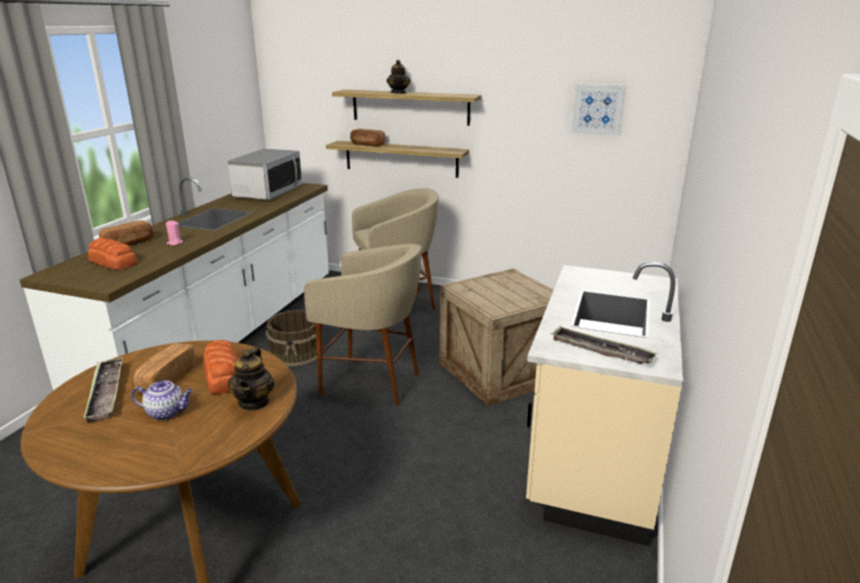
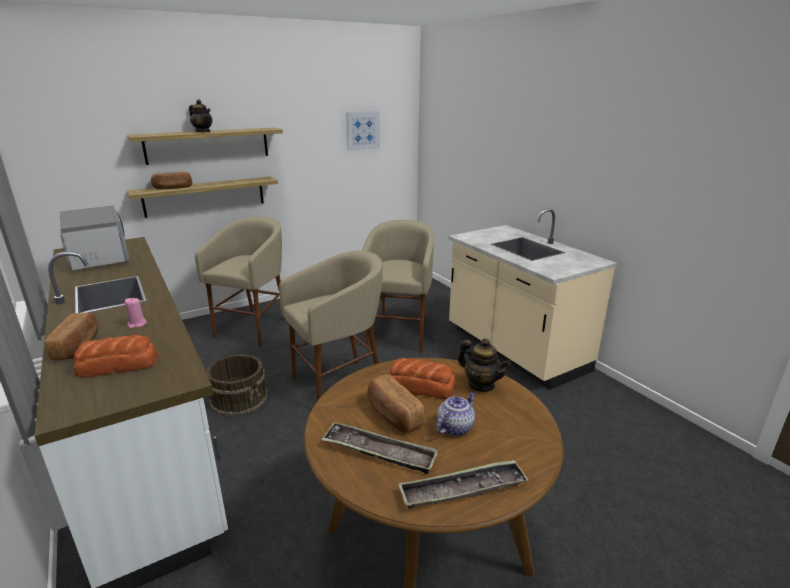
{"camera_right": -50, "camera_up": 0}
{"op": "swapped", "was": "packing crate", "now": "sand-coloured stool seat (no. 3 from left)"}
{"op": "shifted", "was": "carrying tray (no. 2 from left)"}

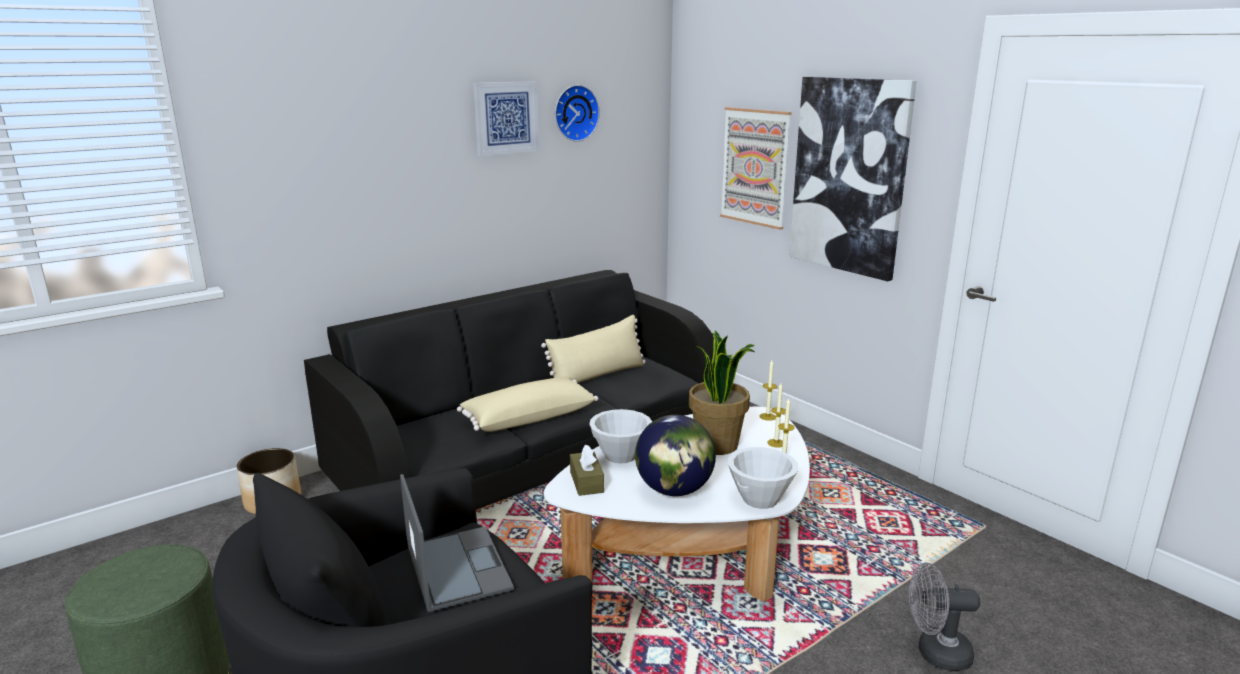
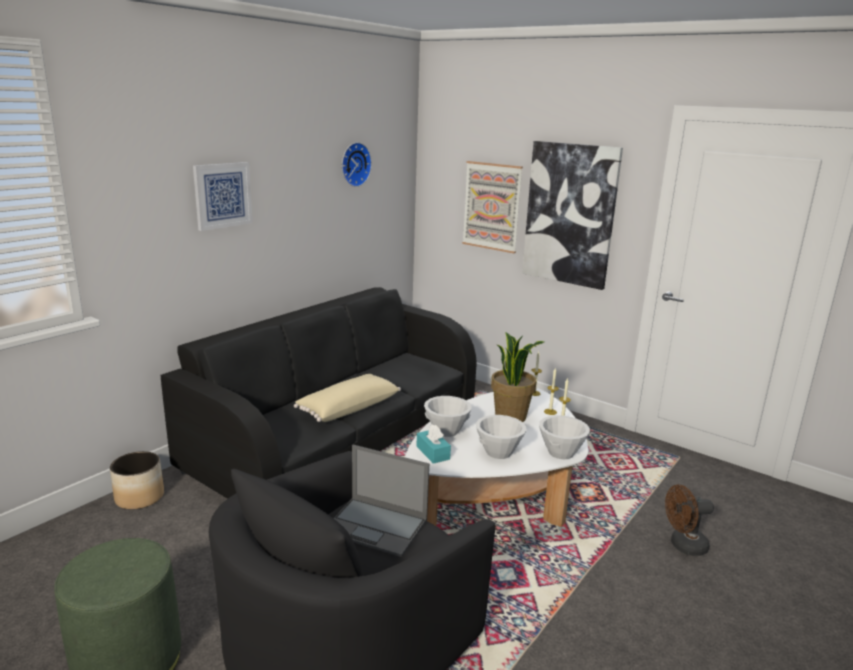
{"camera_right": -15, "camera_up": 0}
{"op": "shifted", "was": "wall art (no. 1 from left)"}
{"op": "rotated", "was": "laptop", "clockwise": 150}
{"op": "repainted", "was": "brown-coloured tissue holder", "now": "turquoise tissue holder"}
{"op": "swapped", "was": "globe", "now": "white bowl (no. 2 from left)"}
{"op": "repainted", "was": "grey electric fan", "now": "brown-coloured electric fan"}
{"op": "gone", "was": "sand-coloured pillow (no. 2 from left)"}

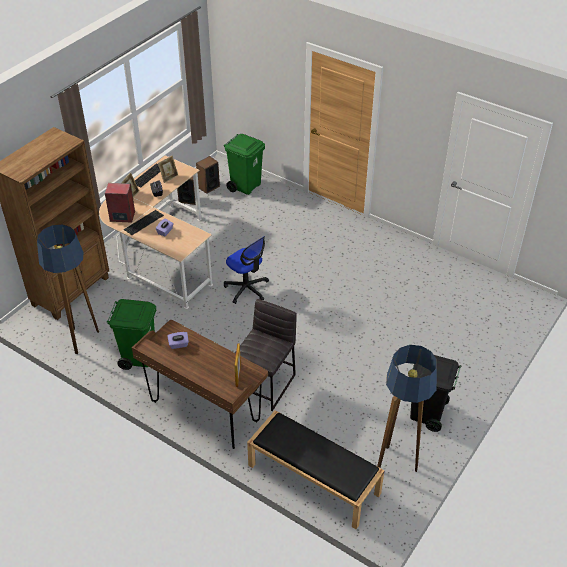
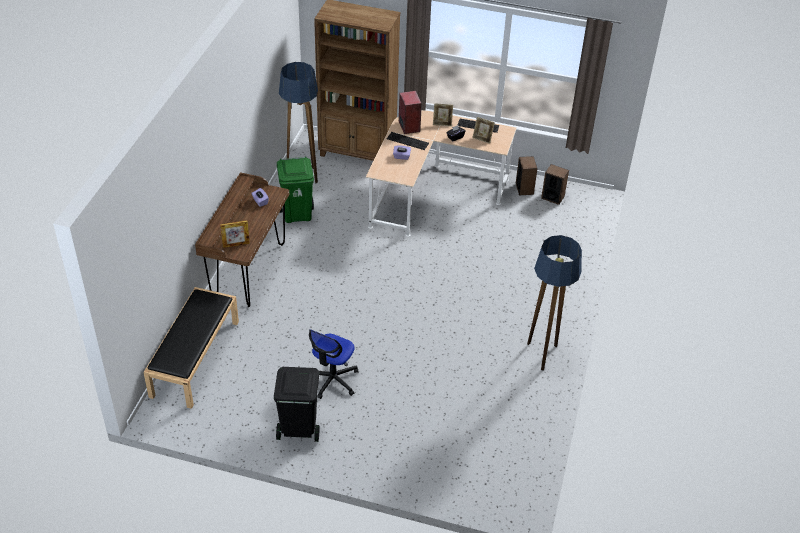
{"camera_right": 70, "camera_up": 0}
{"op": "shifted", "was": "office chair"}
{"op": "shifted", "was": "floor lamp (no. 2 from left)"}
{"op": "gone", "was": "green-coloured trash can (no. 2 from left)"}
{"op": "gone", "was": "grey stool seat"}

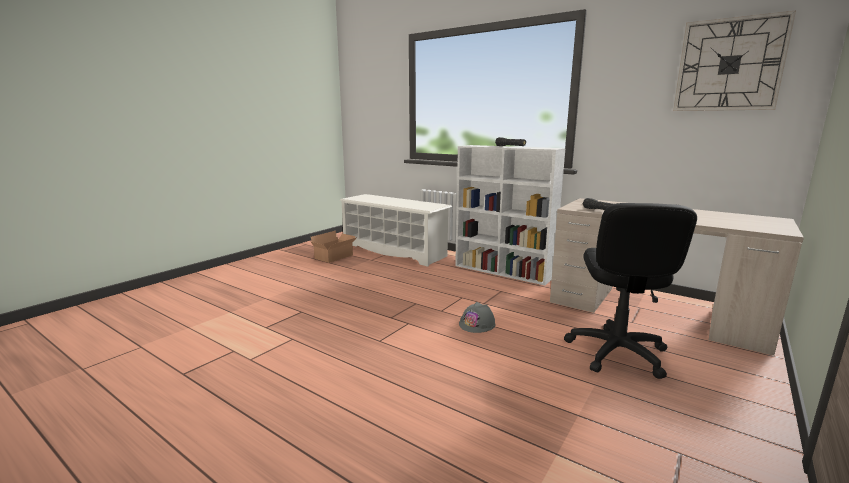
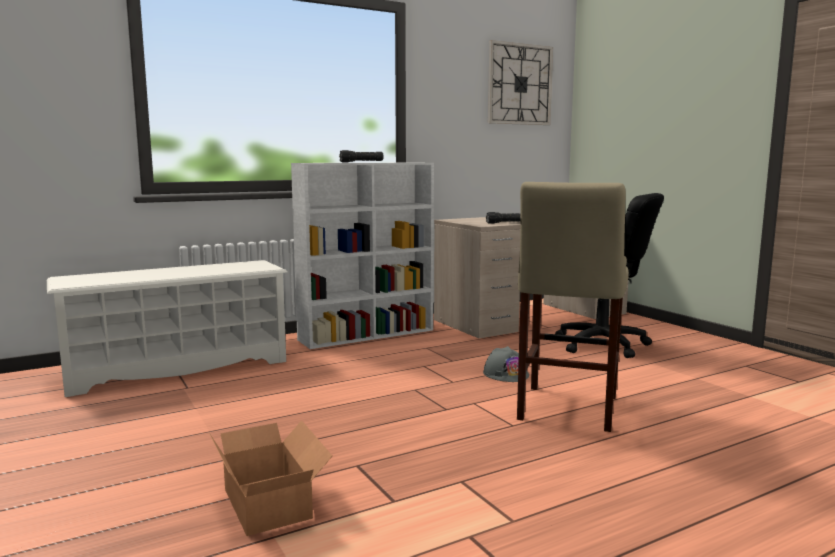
{"camera_right": -65, "camera_up": -5}
{"op": "shifted", "was": "cardboard box"}
{"op": "new", "now": "sand-coloured stool seat"}

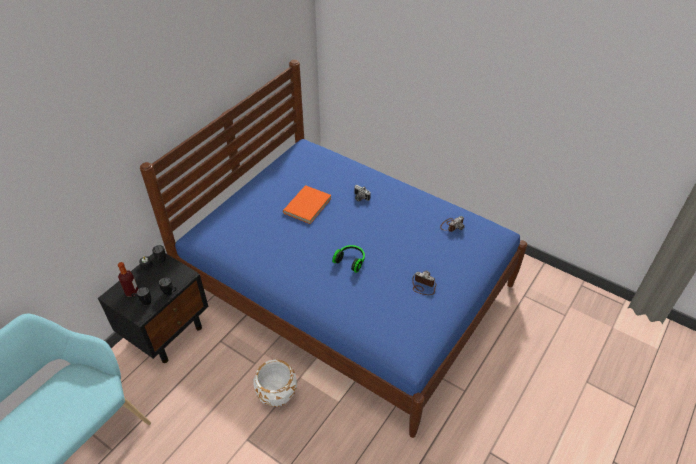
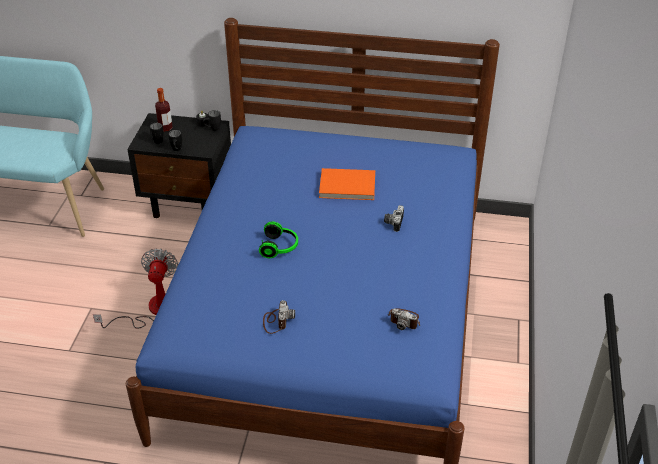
{"camera_right": 65, "camera_up": -5}
{"op": "swapped", "was": "white plant pot", "now": "electric fan"}

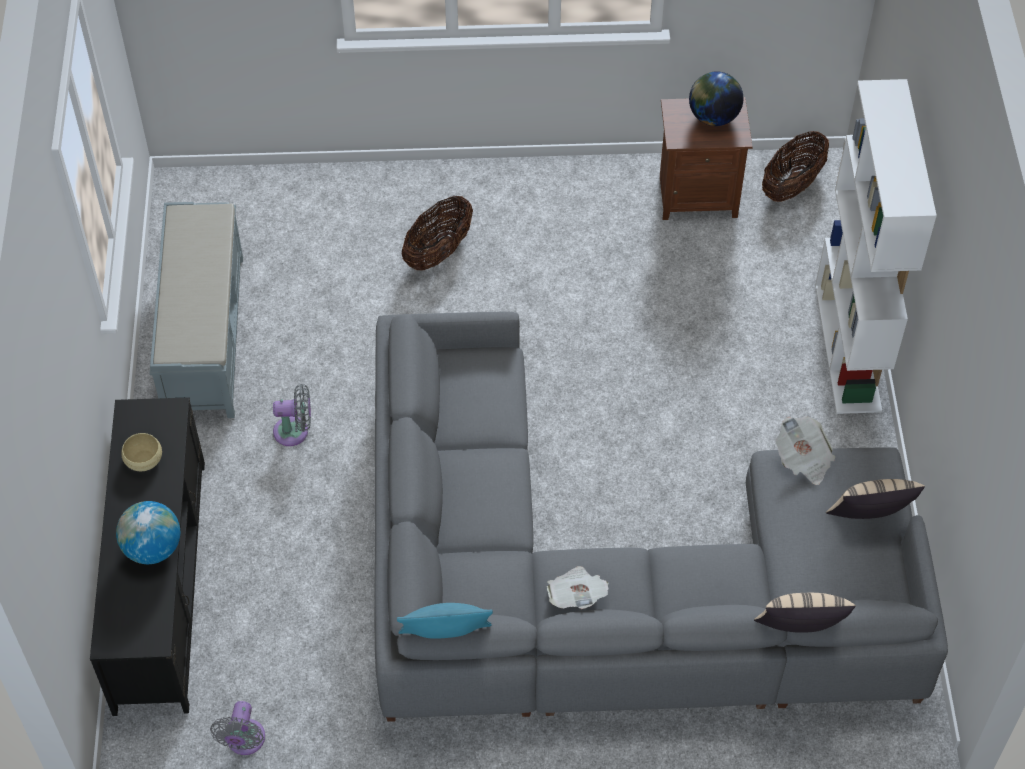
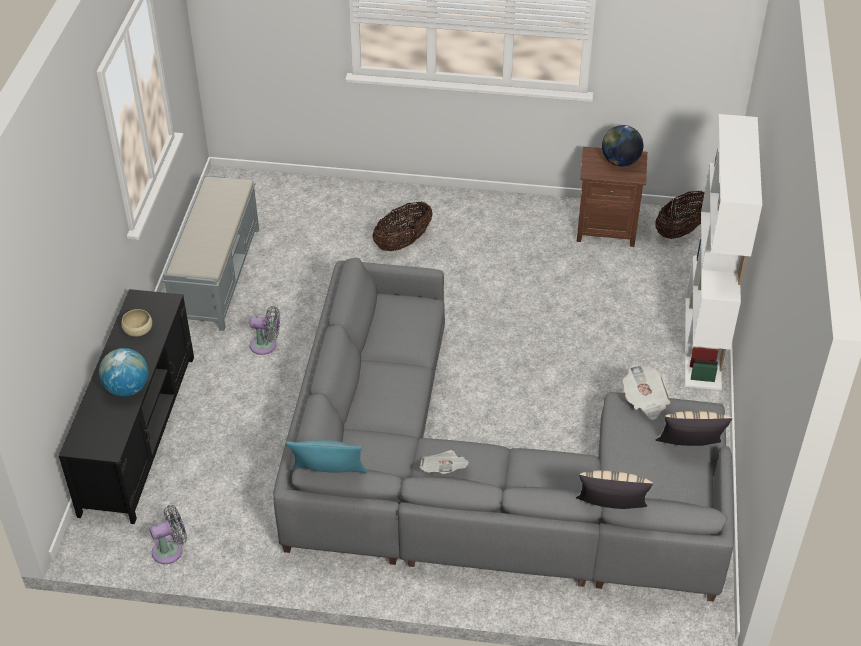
{"camera_right": 10, "camera_up": -10}
{"op": "rotated", "was": "grey electric fan (no. 1 from left)", "clockwise": -135}

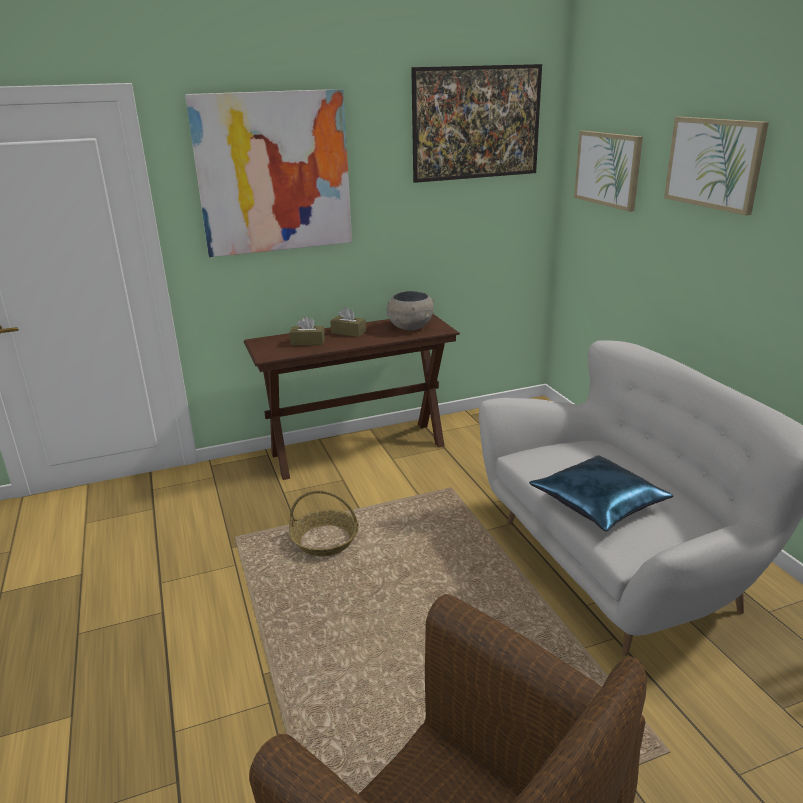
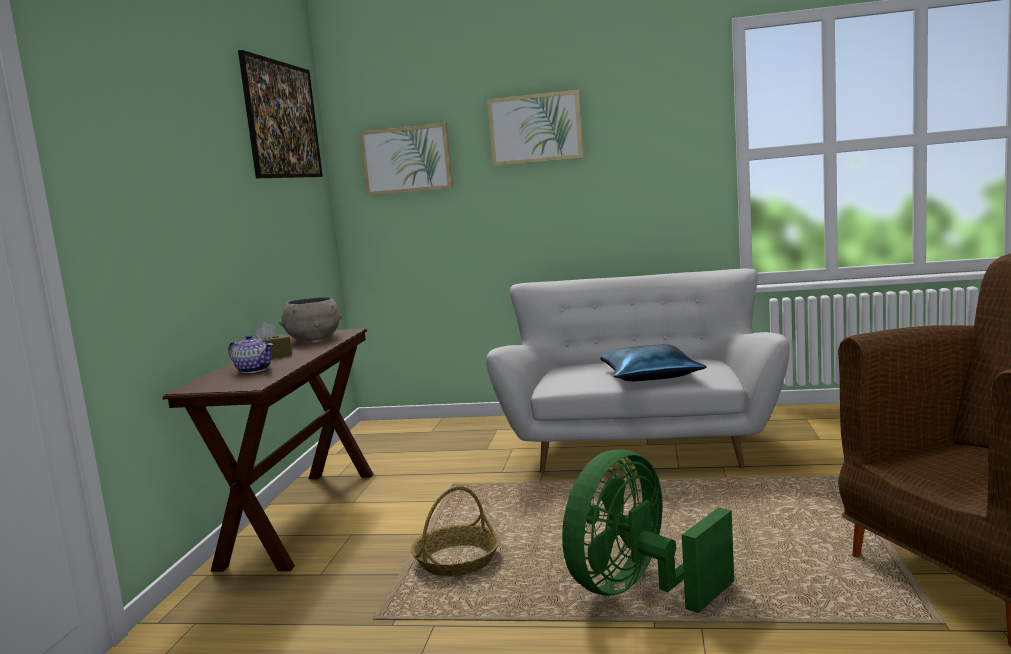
{"camera_right": -60, "camera_up": -15}
{"op": "swapped", "was": "brown-coloured tissue holder (no. 1 from left)", "now": "pot for tea"}
{"op": "new", "now": "green-coloured electric fan"}
{"op": "gone", "was": "wall art (no. 1 from left)"}

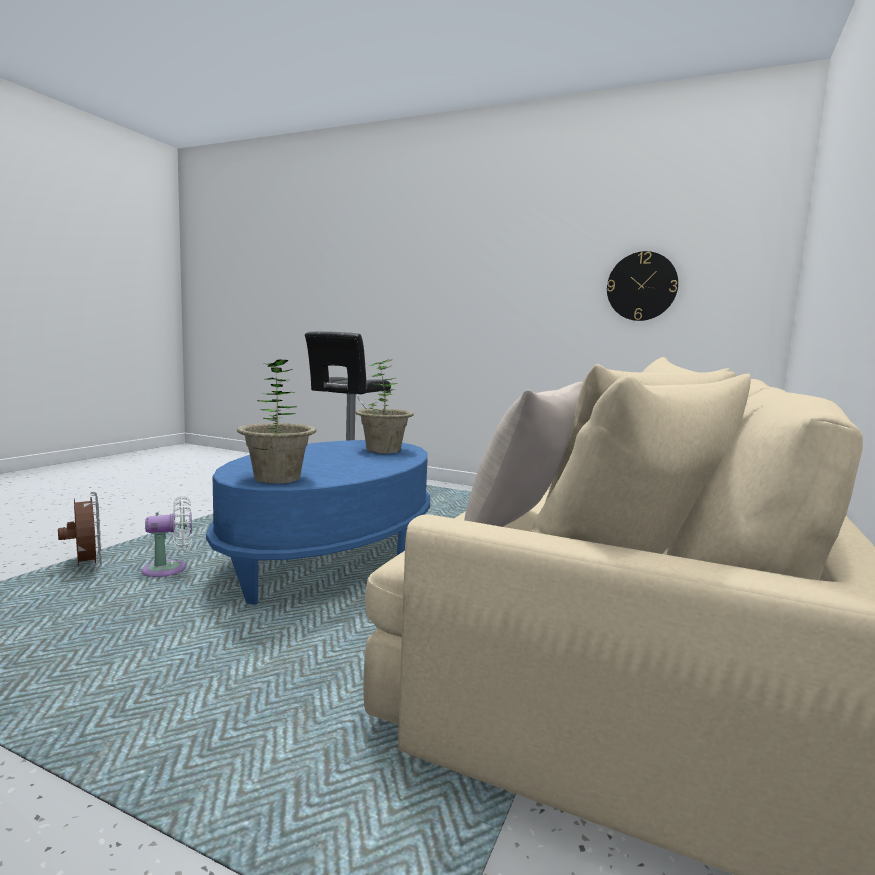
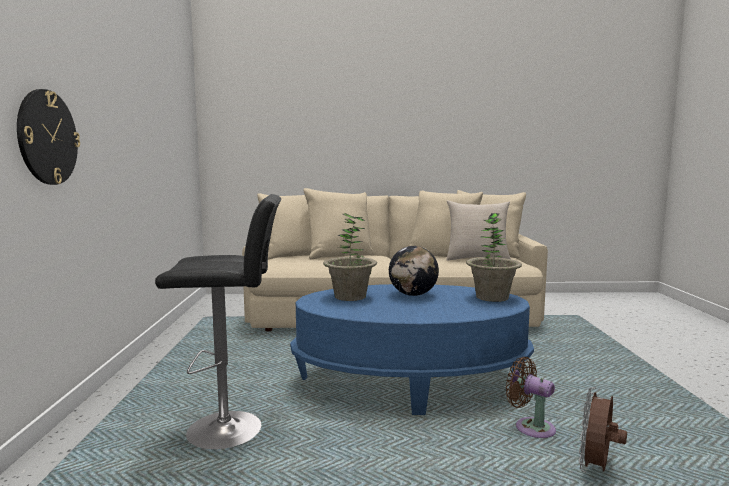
{"camera_right": -115, "camera_up": 0}
{"op": "shifted", "was": "clock on the wall"}
{"op": "new", "now": "globe"}
{"op": "repainted", "was": "white electric fan", "now": "brown-coloured electric fan (no. 1 from left)"}

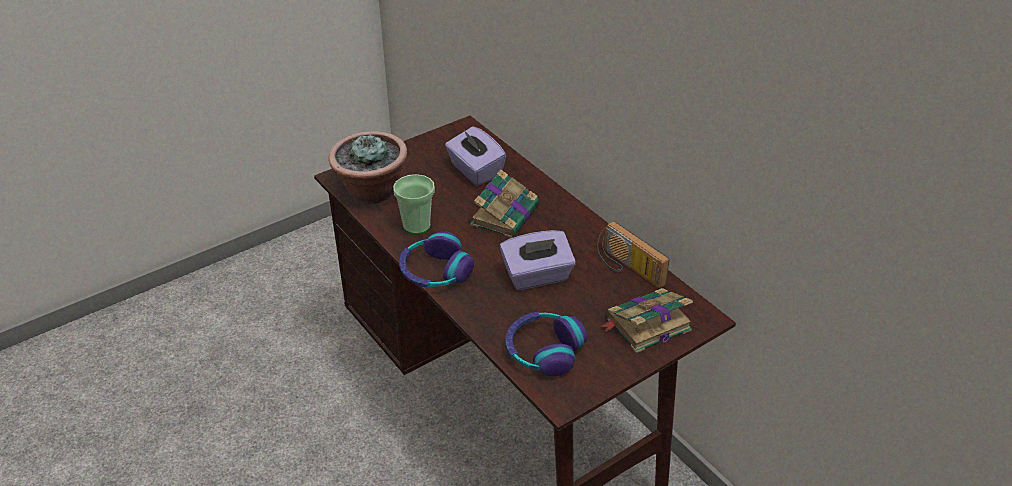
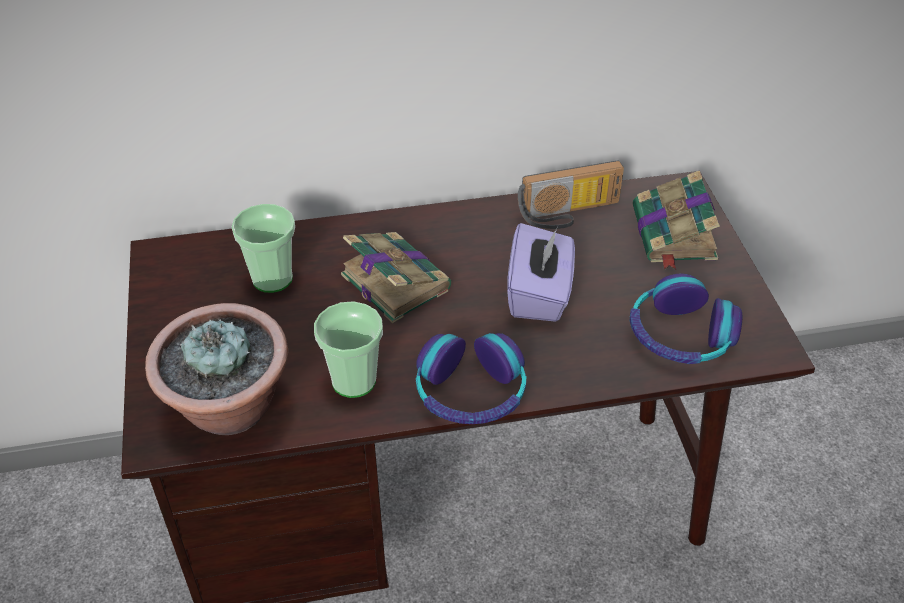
{"camera_right": -65, "camera_up": 5}
{"op": "swapped", "was": "purple-coloured tissue holder (no. 1 from left)", "now": "cup (no. 1 from left)"}

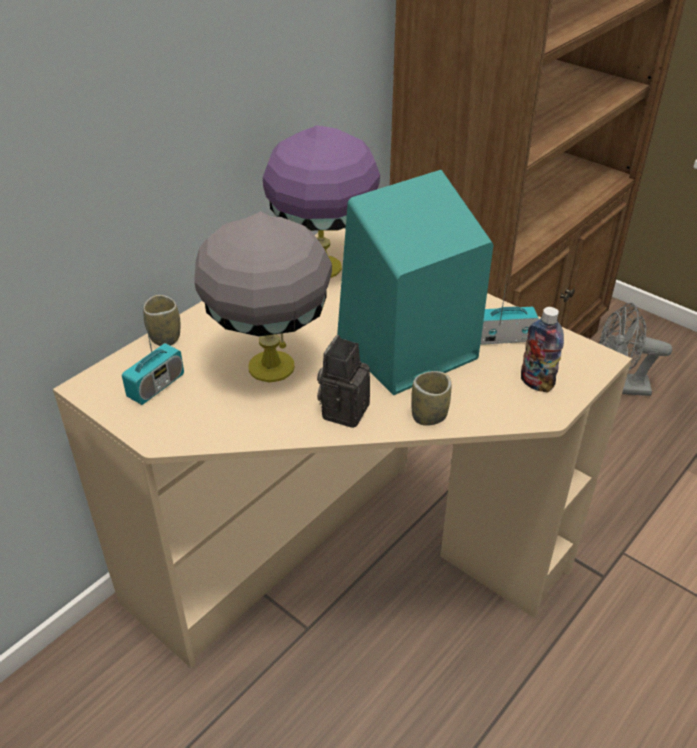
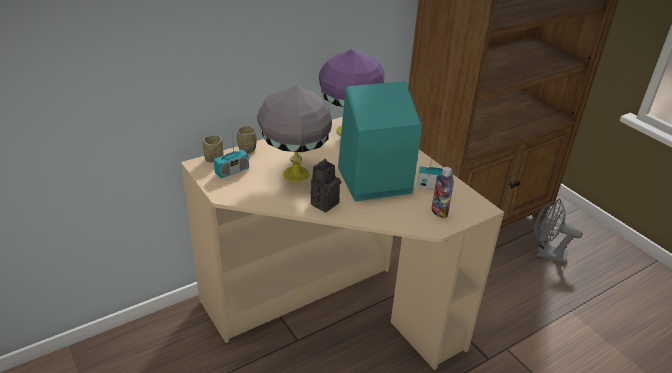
{"camera_right": 15, "camera_up": -5}
{"op": "shifted", "was": "cup (no. 2 from left in the first image)", "now": "cup (no. 1 from left)"}

